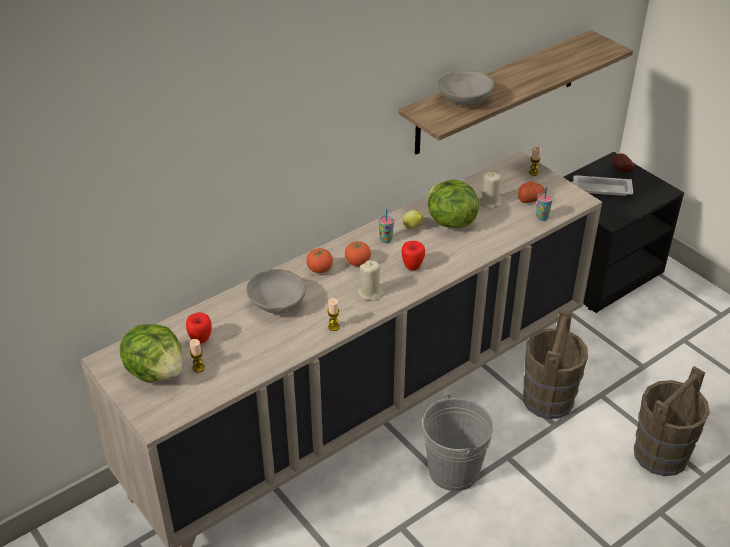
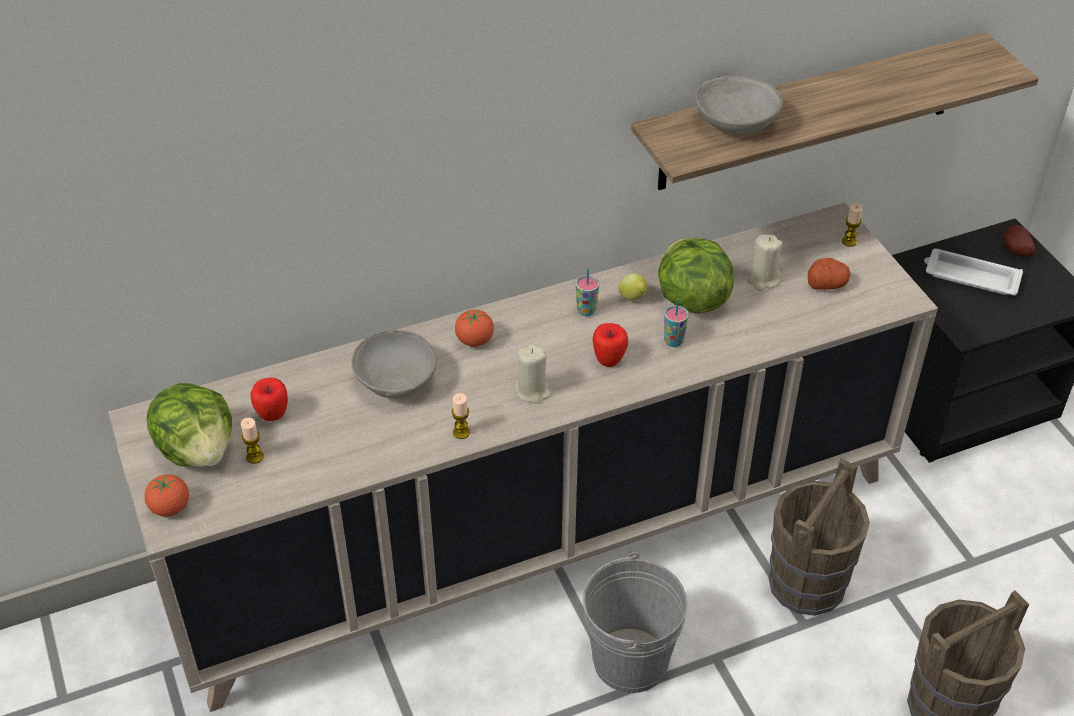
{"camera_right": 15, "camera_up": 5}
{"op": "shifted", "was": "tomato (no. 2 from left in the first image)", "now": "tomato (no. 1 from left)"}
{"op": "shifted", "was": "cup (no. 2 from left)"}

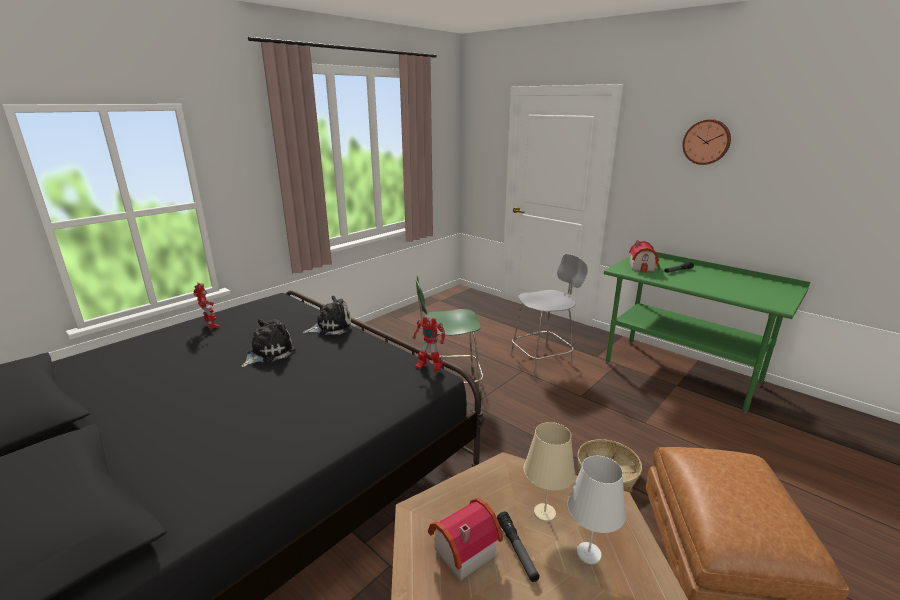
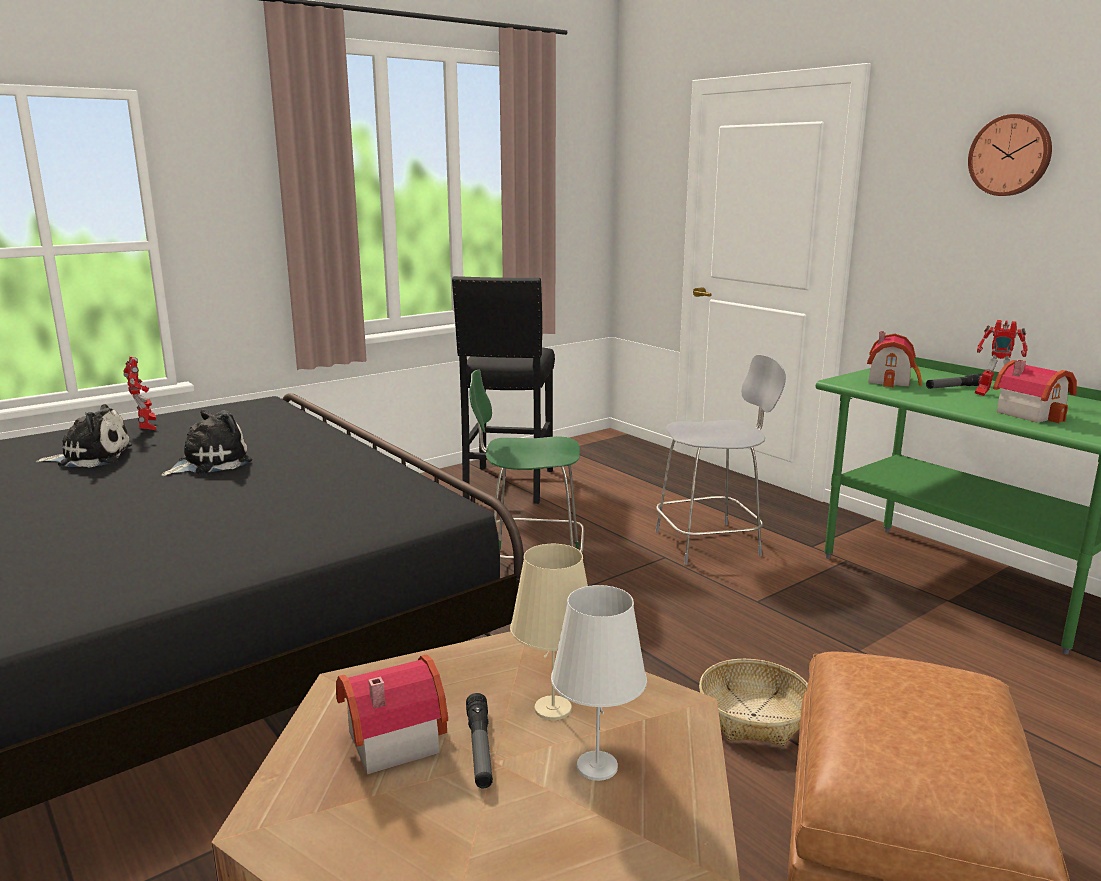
{"camera_right": 10, "camera_up": -5}
{"op": "shifted", "was": "plush toy (no. 2 from left in the first image)", "now": "plush toy (no. 1 from left)"}
{"op": "new", "now": "blackish stool seat"}
{"op": "shifted", "was": "robot figure (no. 2 from left)"}
{"op": "new", "now": "toy house (no. 3 from left)"}

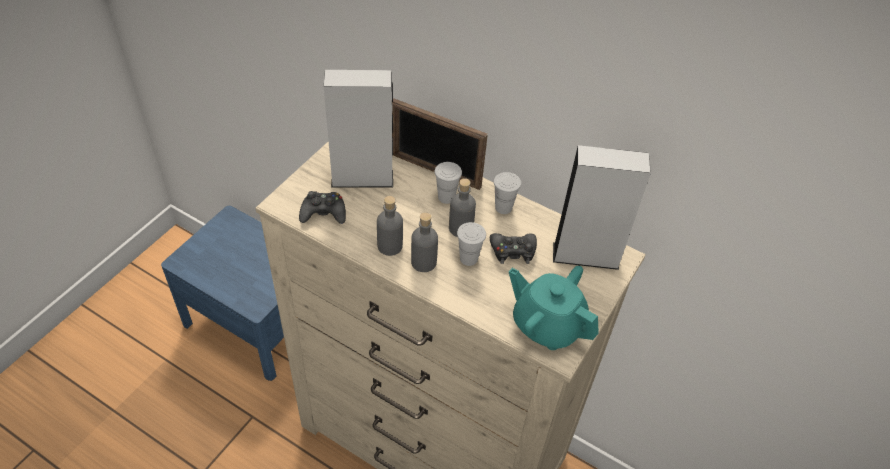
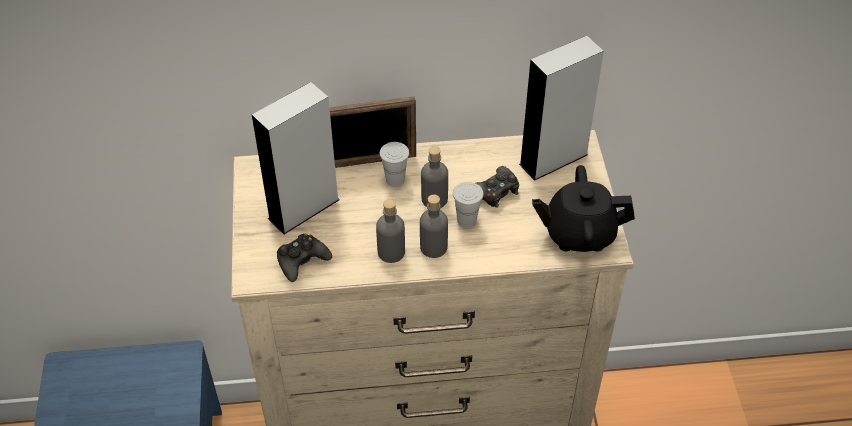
{"camera_right": -35, "camera_up": 0}
{"op": "repainted", "was": "turquoise pot for tea", "now": "blackish pot for tea"}
{"op": "gone", "was": "white cup (no. 3 from left)"}

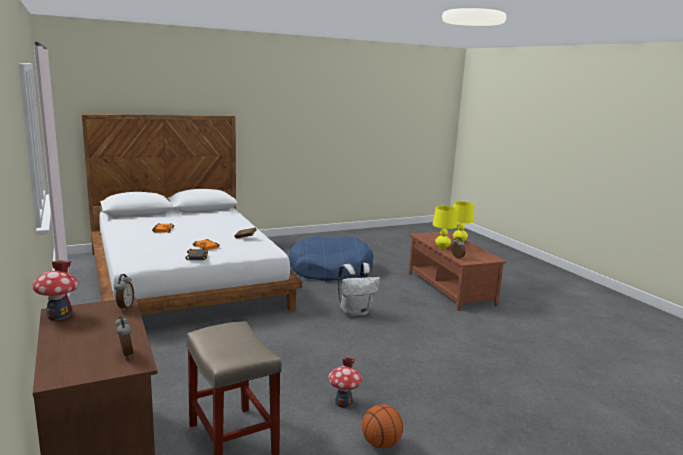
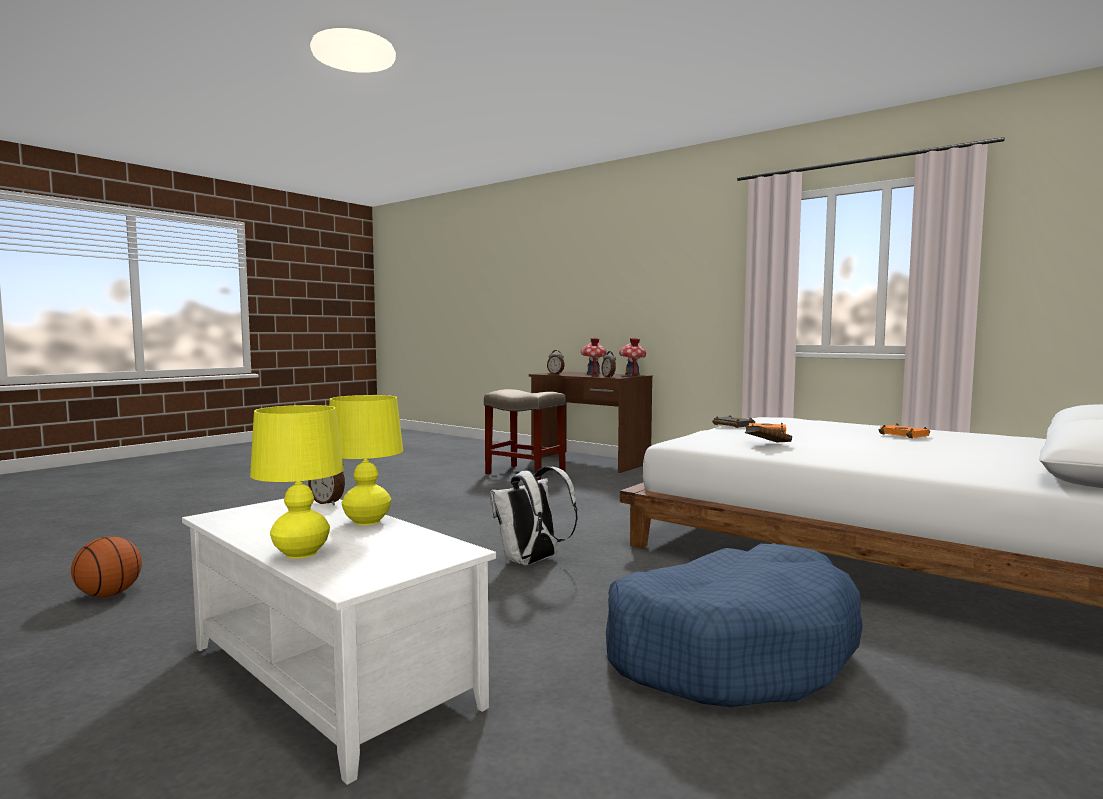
{"camera_right": 155, "camera_up": -10}
{"op": "shifted", "was": "basketball"}
{"op": "repainted", "was": "brown-coloured lounge table", "now": "white lounge table"}
{"op": "shifted", "was": "toy house (no. 2 from left in the first image)", "now": "toy house (no. 1 from left)"}

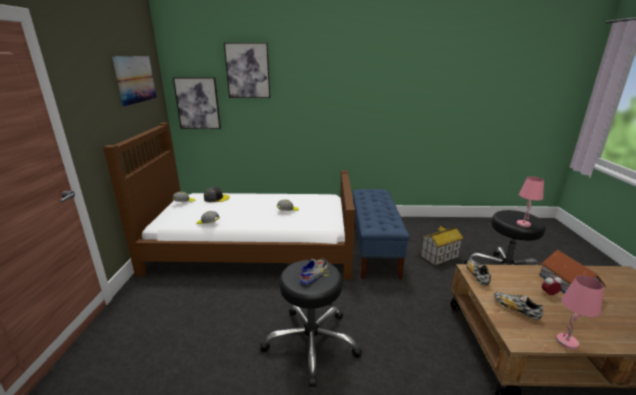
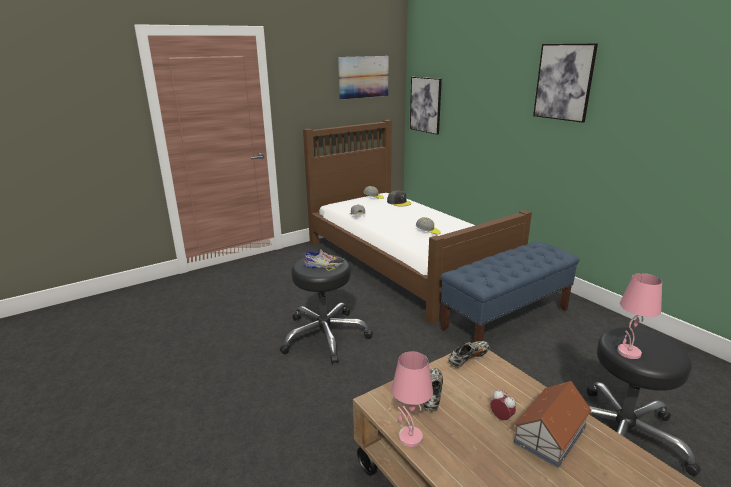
{"camera_right": 55, "camera_up": 0}
{"op": "shifted", "was": "wall art (no. 3 from left)"}
{"op": "gone", "was": "toy house (no. 1 from left)"}

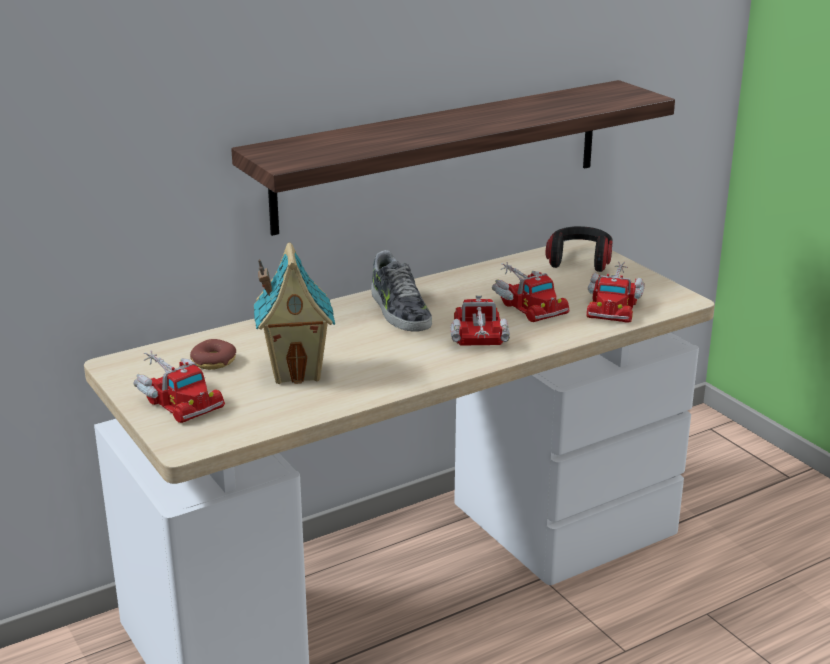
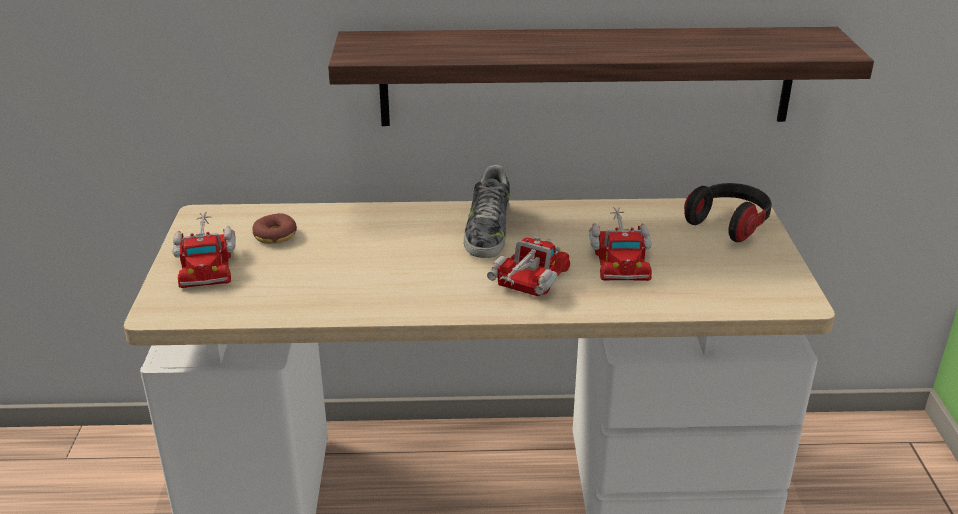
{"camera_right": 30, "camera_up": 5}
{"op": "gone", "was": "toy house"}
{"op": "gone", "was": "toy truck (no. 4 from left)"}

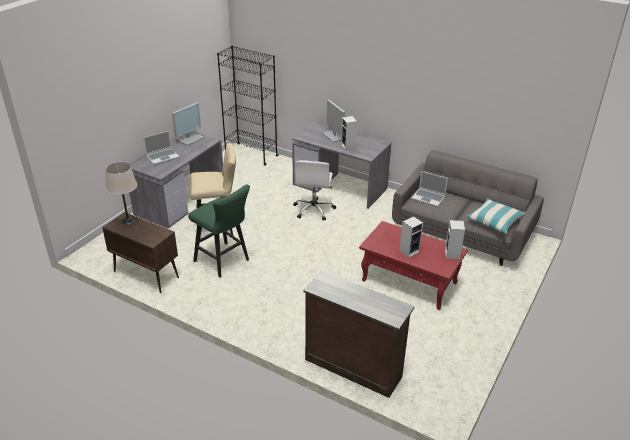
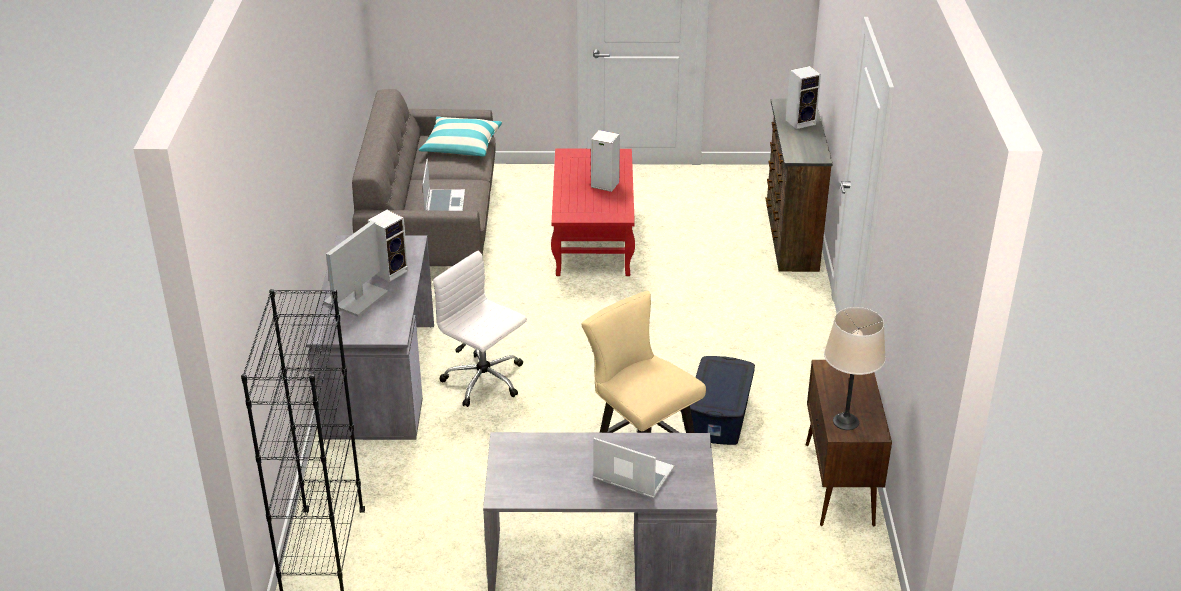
{"camera_right": -120, "camera_up": 0}
{"op": "rotated", "was": "white office chair", "clockwise": -120}
{"op": "swapped", "was": "green-coloured stool seat", "now": "blue storage box"}
{"op": "shifted", "was": "loudspeaker (no. 3 from left)"}
{"op": "gone", "was": "computer screen (no. 1 from left)"}

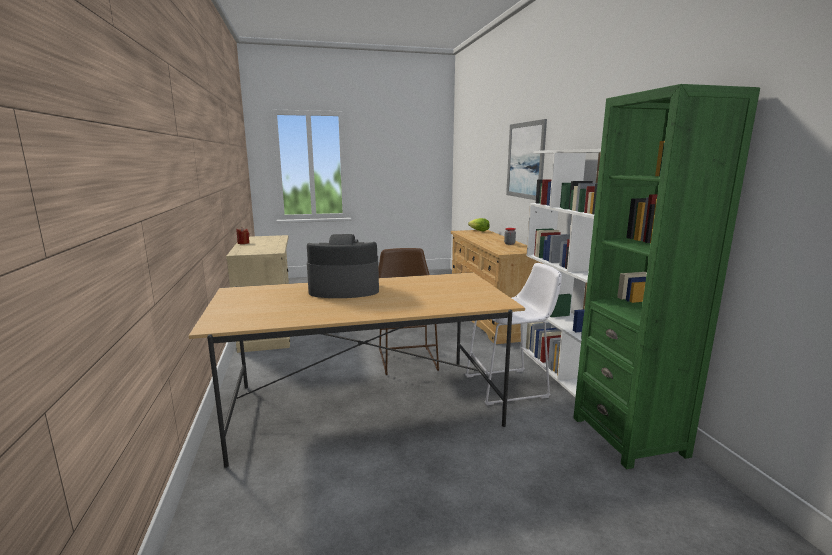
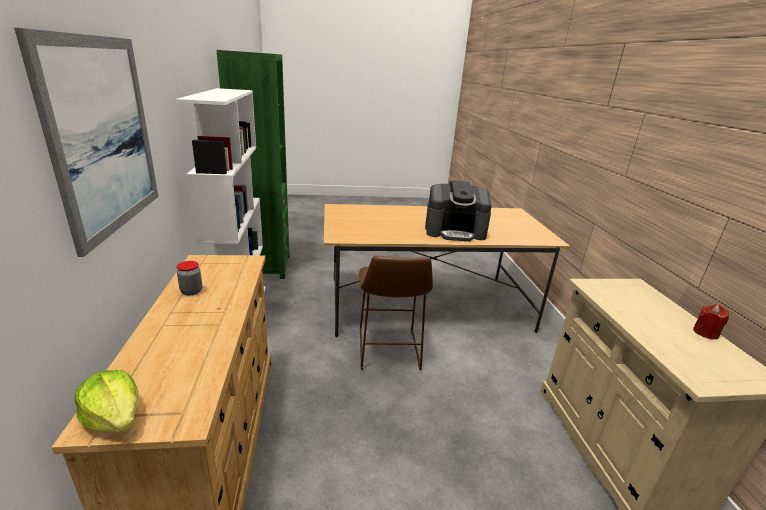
{"camera_right": -175, "camera_up": 10}
{"op": "gone", "was": "white stool seat"}

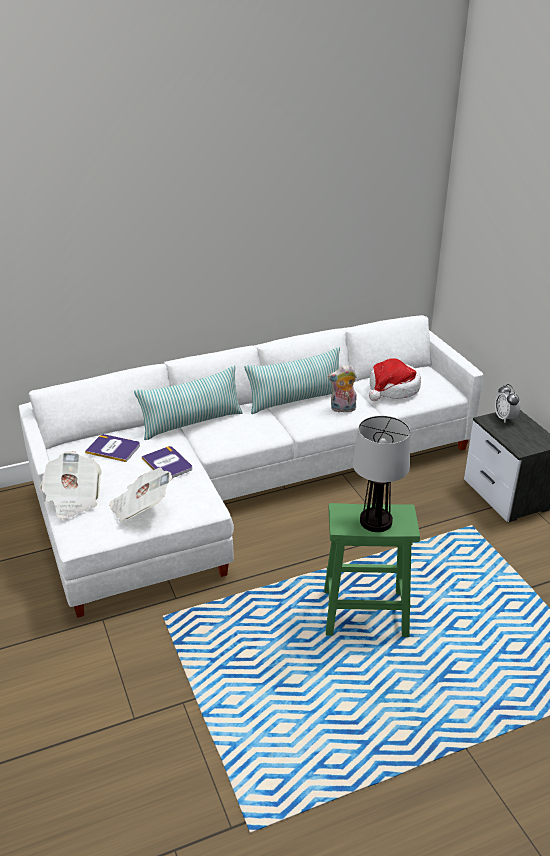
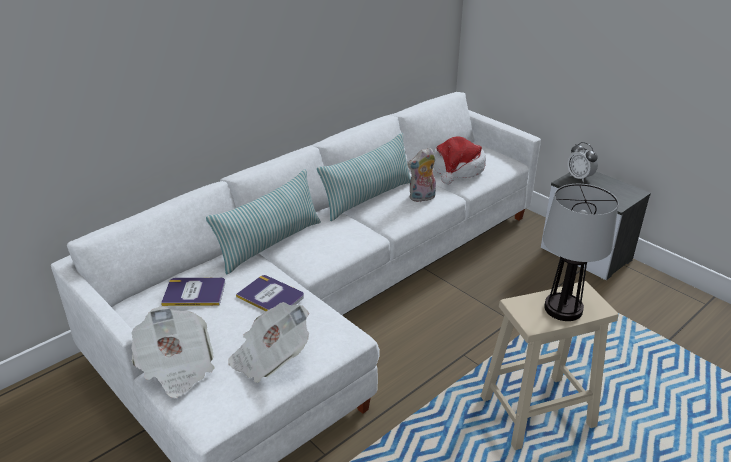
{"camera_right": -20, "camera_up": 0}
{"op": "repainted", "was": "green-coloured stool seat", "now": "sand-coloured stool seat"}

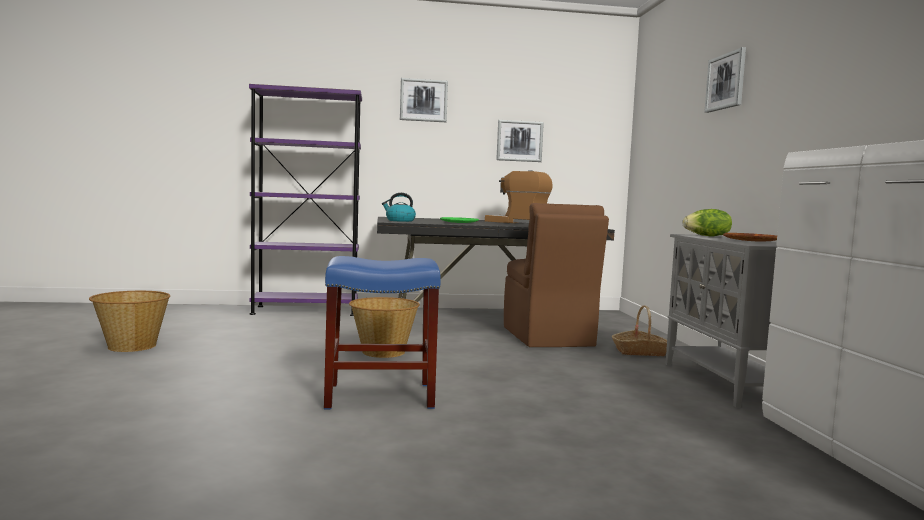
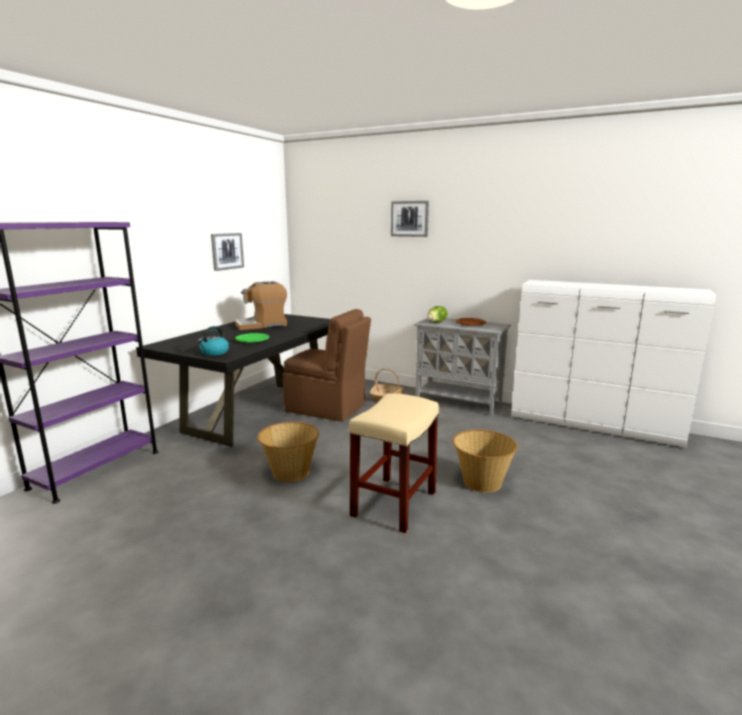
{"camera_right": -55, "camera_up": 10}
{"op": "repainted", "was": "blue stool seat", "now": "sand-coloured stool seat"}
{"op": "shifted", "was": "household basket (no. 1 from left in the first image)", "now": "household basket (no. 3 from left)"}
{"op": "gone", "was": "wall art (no. 1 from left)"}

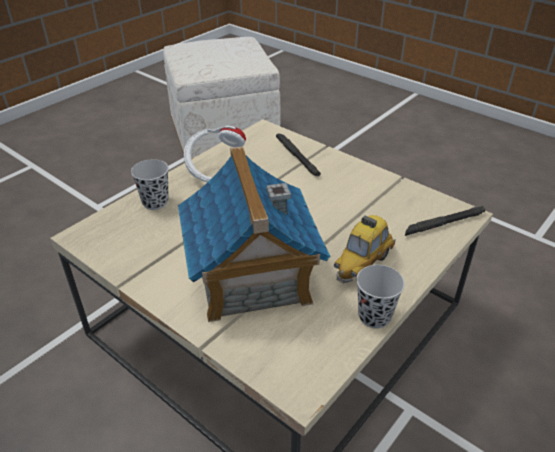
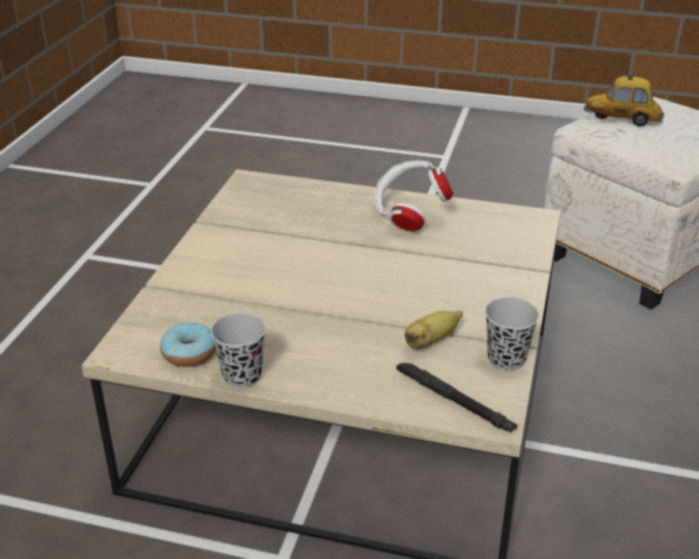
{"camera_right": 65, "camera_up": -5}
{"op": "new", "now": "donut"}
{"op": "new", "now": "whole banana"}
{"op": "shifted", "was": "blackish cup (no. 1 from left in the first image)", "now": "blackish cup (no. 2 from left)"}
{"op": "shifted", "was": "miniature car"}
{"op": "gone", "was": "toy house"}
{"op": "gone", "was": "blackish flashlight (no. 1 from left)"}

